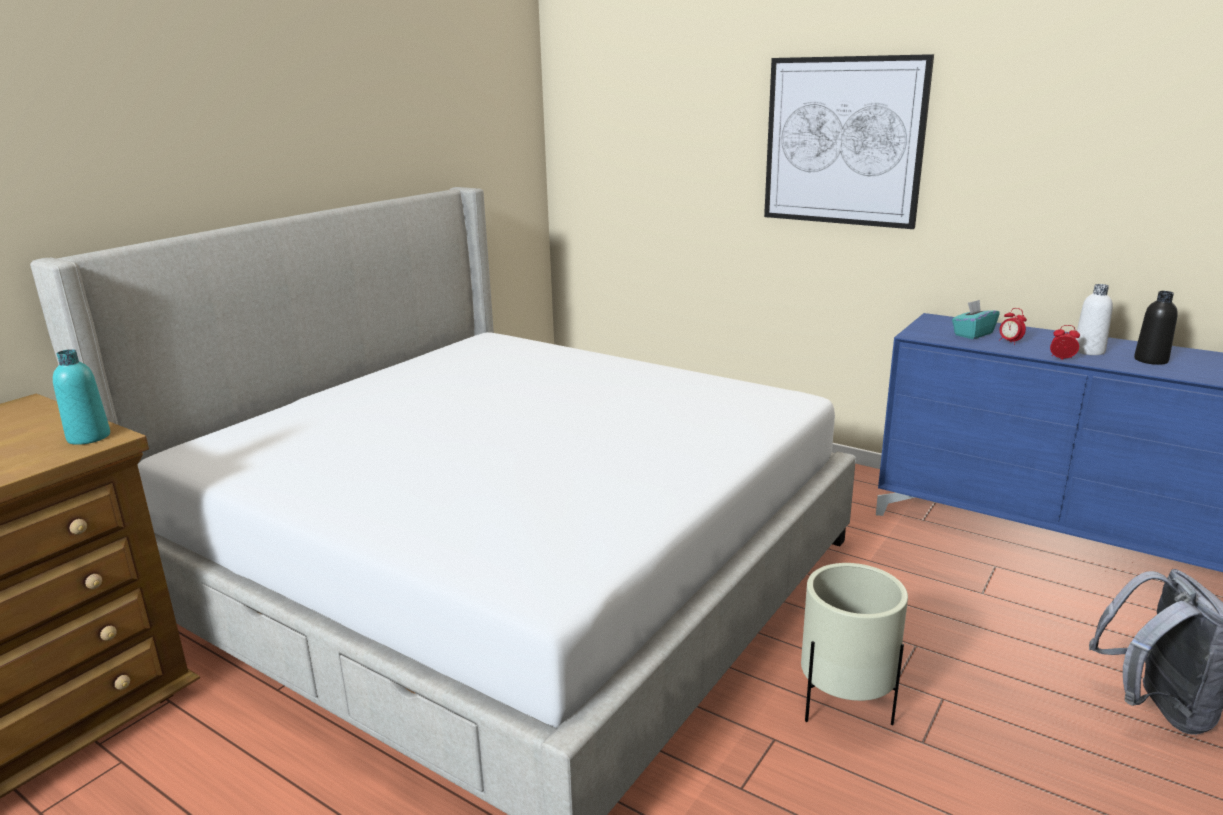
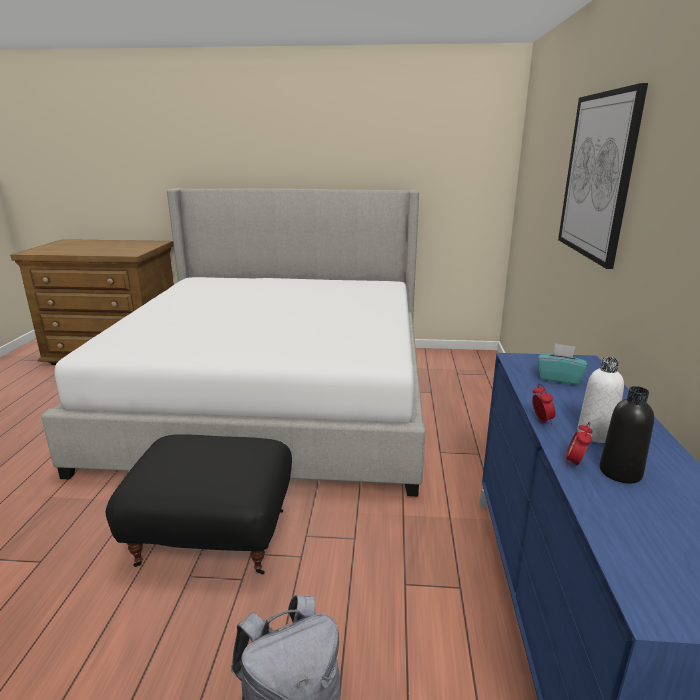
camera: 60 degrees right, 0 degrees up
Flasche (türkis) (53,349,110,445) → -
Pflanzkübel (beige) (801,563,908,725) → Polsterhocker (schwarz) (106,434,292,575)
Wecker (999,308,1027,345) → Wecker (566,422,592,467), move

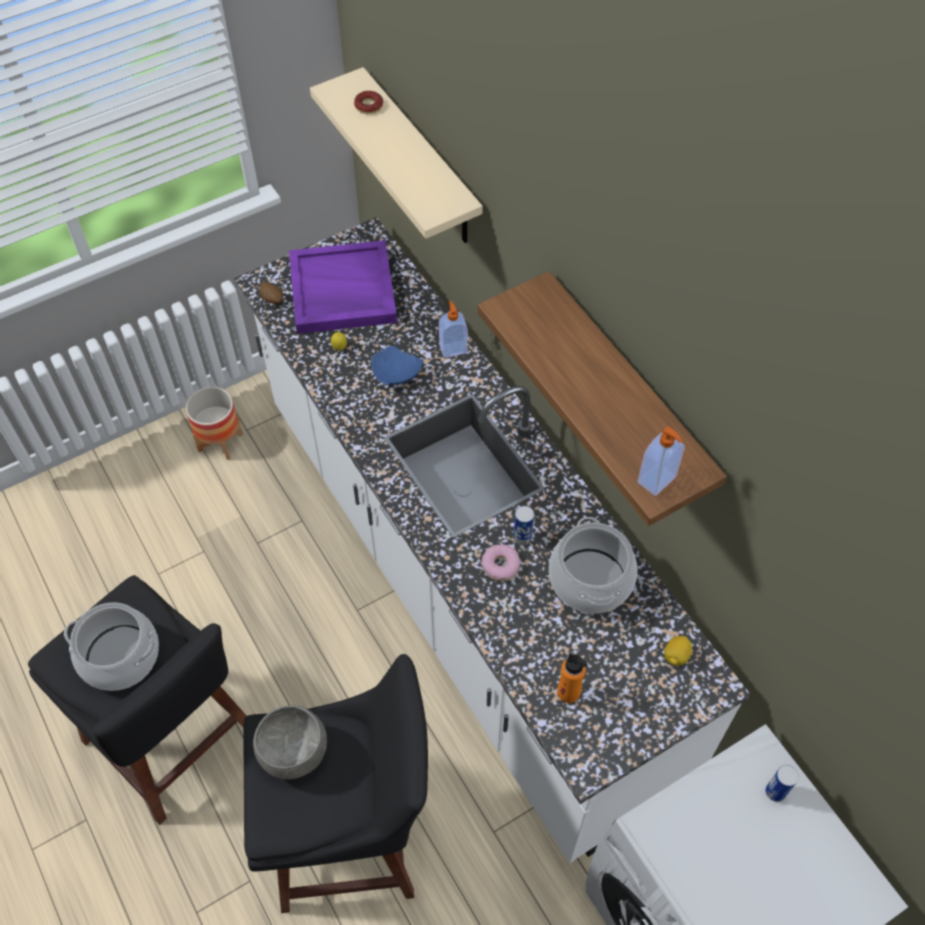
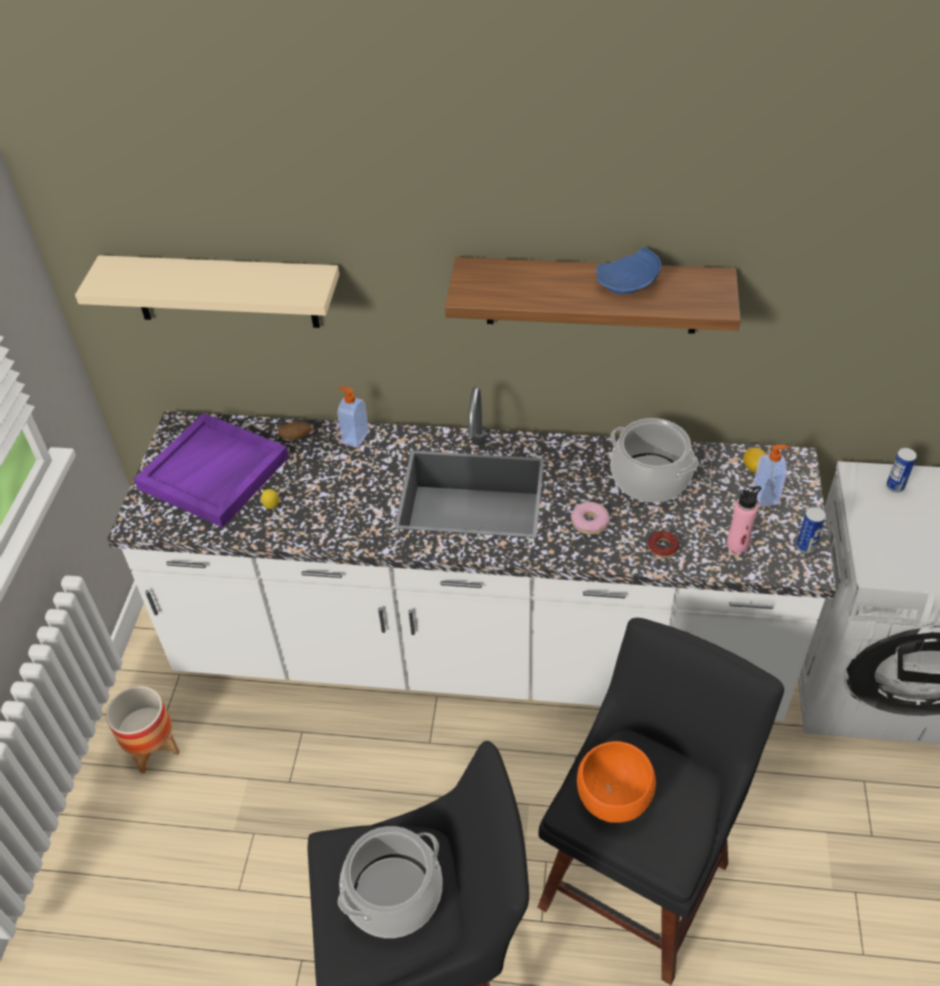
camera: 50 degrees left, 10 degrees down
Schüssel (grau) (253,705,327,779) → Schüssel (orange) (577,741,656,823)
Kartoffel (259,282,283,304) → Kartoffel (278,421,312,440), move
Donut (354,91,383,114) → Donut (648,531,679,557), move
Teller (blau) (371,346,423,385) → Teller (blau) (596,247,661,294), move
Dose (513,506,534,545) → Dose (796,507,826,554), move
Flasche (orange) (557,653,587,703) → Flasche (rosa) (726,486,762,553)
Seifenspender (637,426,685,496) → Seifenspender (753,445,789,507), move

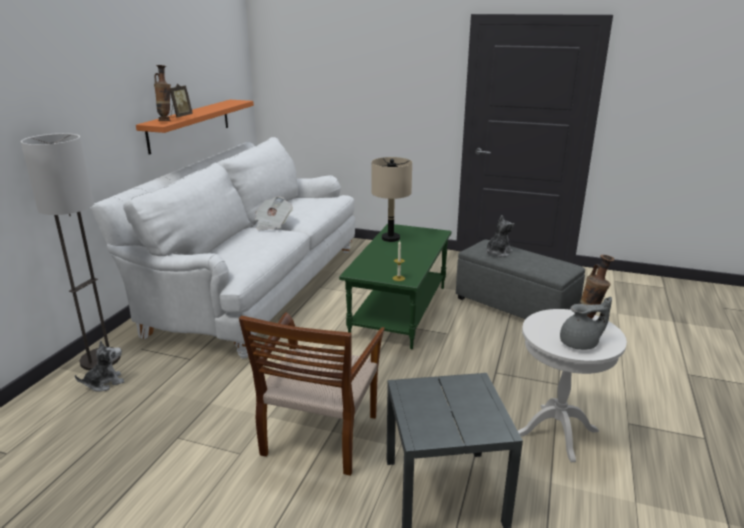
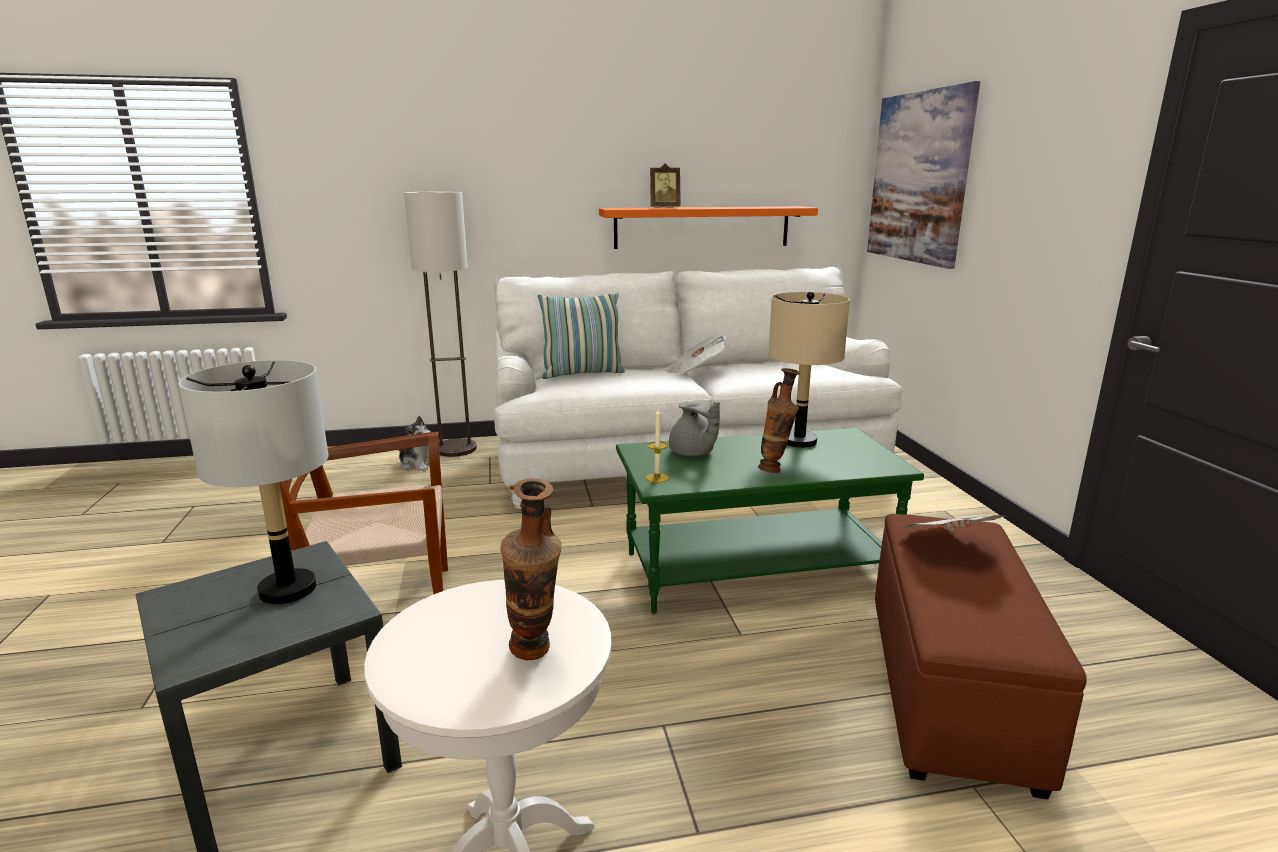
camera: 60 degrees right, 5 degrees down
Vase (154,65,171,121) → Vase (758,368,800,473), move
Polsterhocker (grau) (456,240,585,319) → Polsterhocker (braun) (875,514,1087,799)
Plüschtier (486,215,514,257) → Zeitung (901,515,1004,532)
Teekanne (grau) (560,297,612,350) → Teekanne (grau) (669,402,720,456), move
- → Tischlampe (grau) (178,360,328,604)
- → Kissen (538,293,625,379)
- → Bild (867,81,980,269)

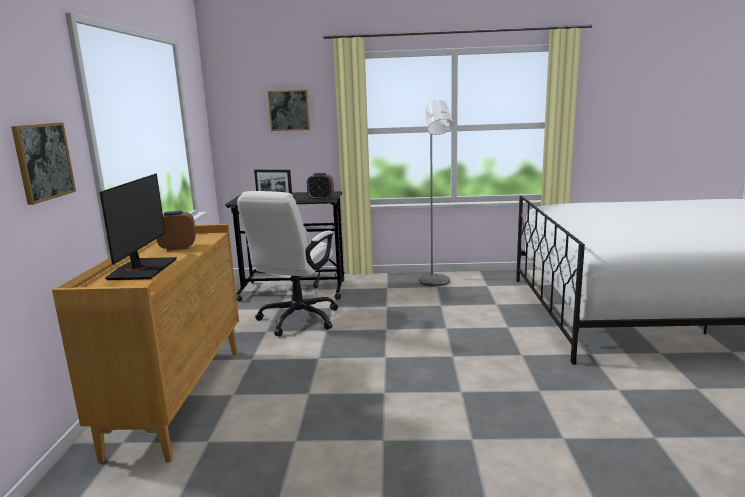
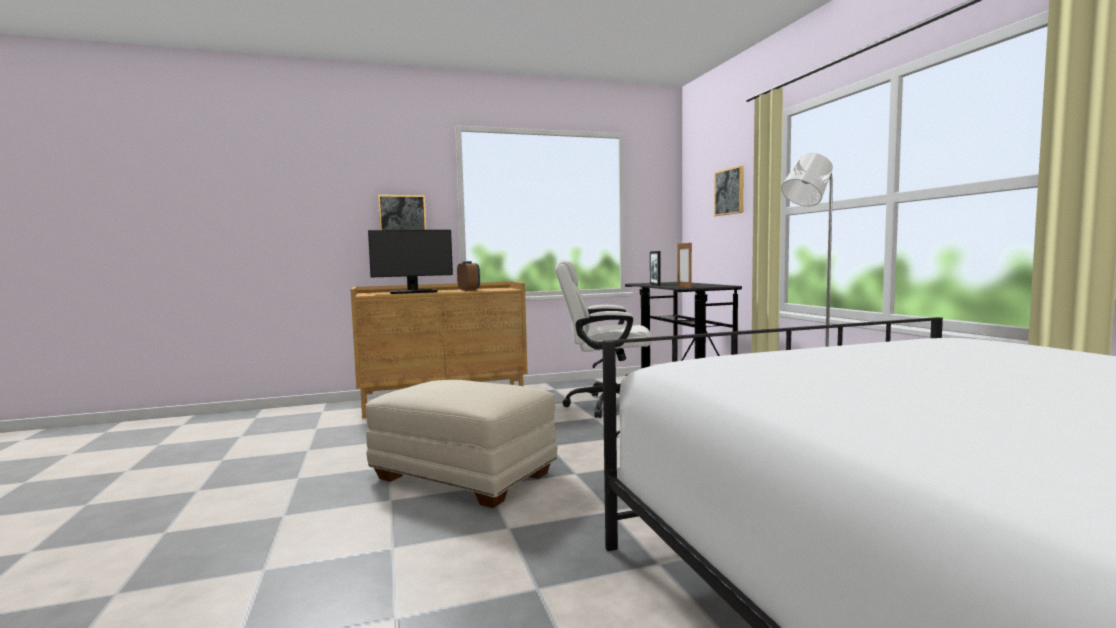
camera: 70 degrees right, 10 degrees down
Wecker (307,173,334,200) → Bilderrahmen (677,241,692,288)
- → Polsterhocker (beige) (366,380,558,508)

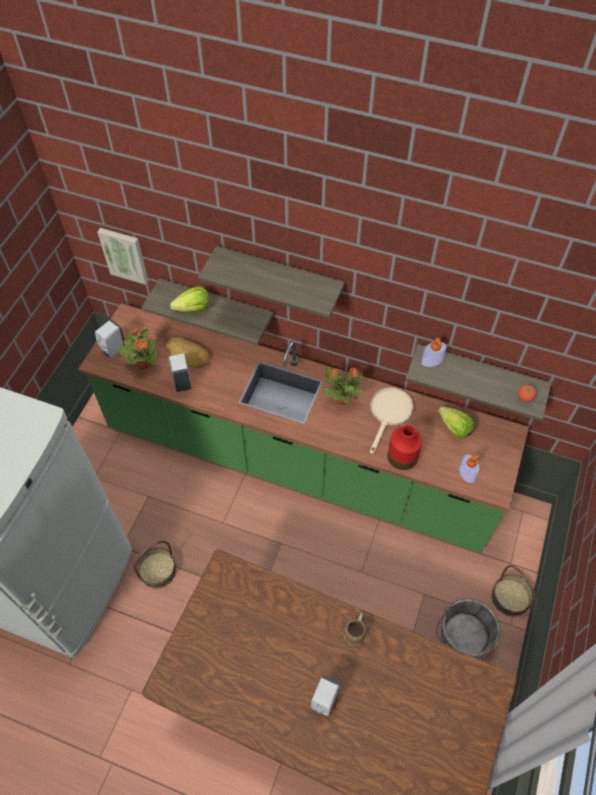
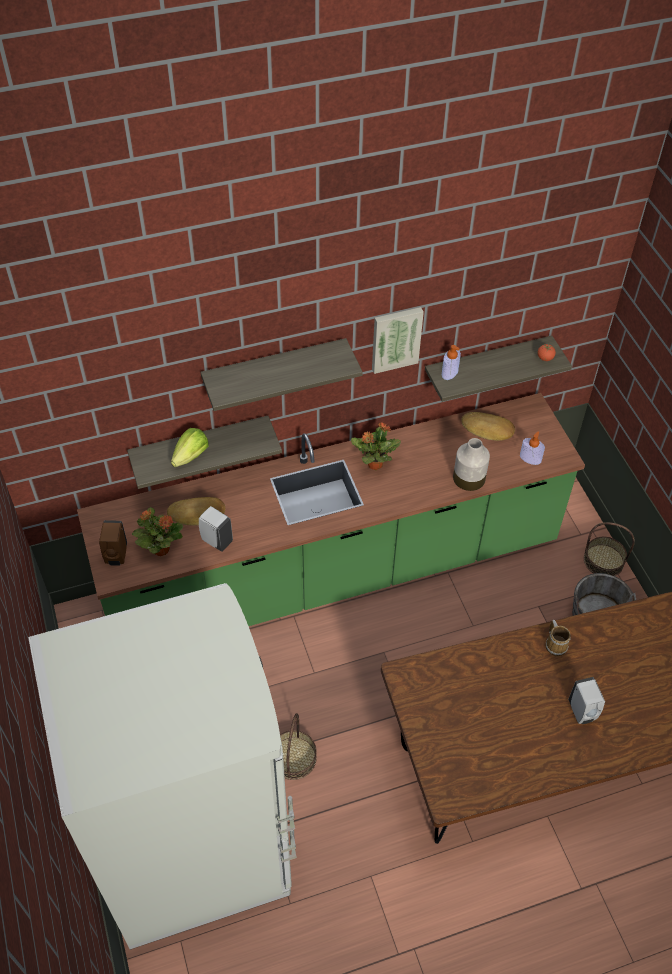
camera: 40 degrees left, 5 degrees down
Seifenspender (weiß) (95,319,125,358) → Seifenspender (braun) (99,520,127,566)
Bild (97,228,148,285) → Bild (372,307,424,374), move
Pfanne (beige) (370,387,414,454) → -
Vase (rot) (387,425,423,470) → Vase (beige) (453,438,490,491)
Salatkopf (438,406,475,438) → Brot (461,412,515,441)

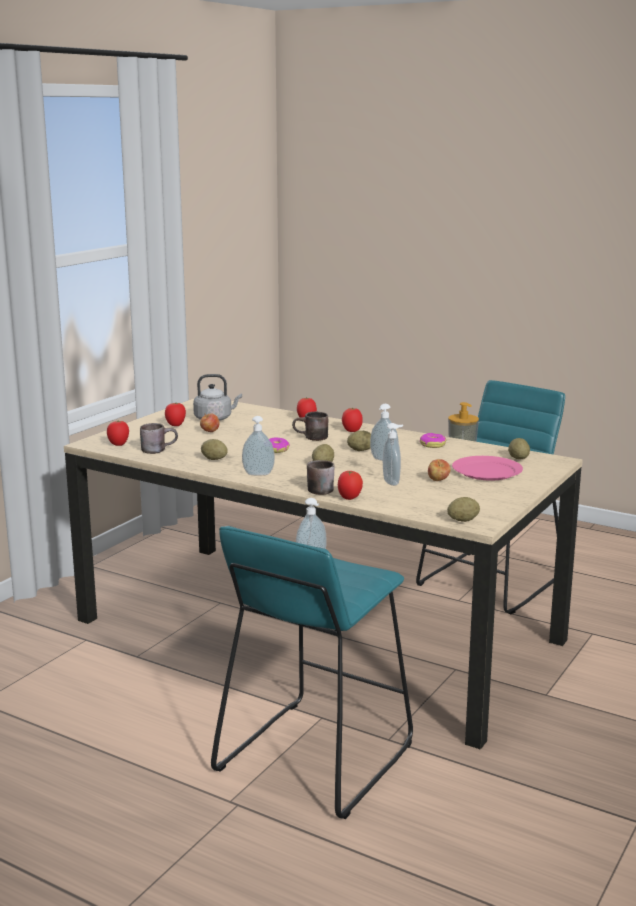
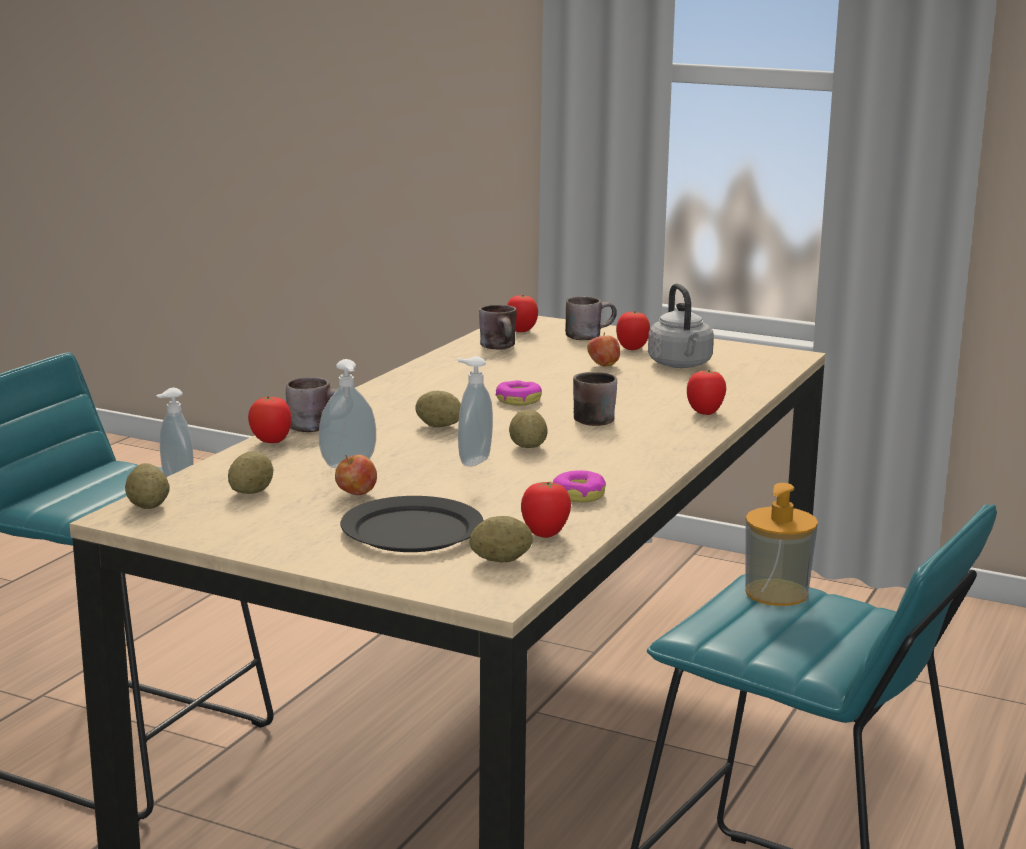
camera: 85 degrees right, 0 degrees up
Kartoffel (201,439,228,460) → Kartoffel (228,452,273,494), move
Seifenspender (242,416,275,475) → -
Tomate (342,408,363,432) → Tomate (521,481,571,538), move
Teller (rosa) (452,456,523,481) → Teller (schwarz) (340,496,484,552)
- → Henkelbecher (braun) (565,296,617,340)

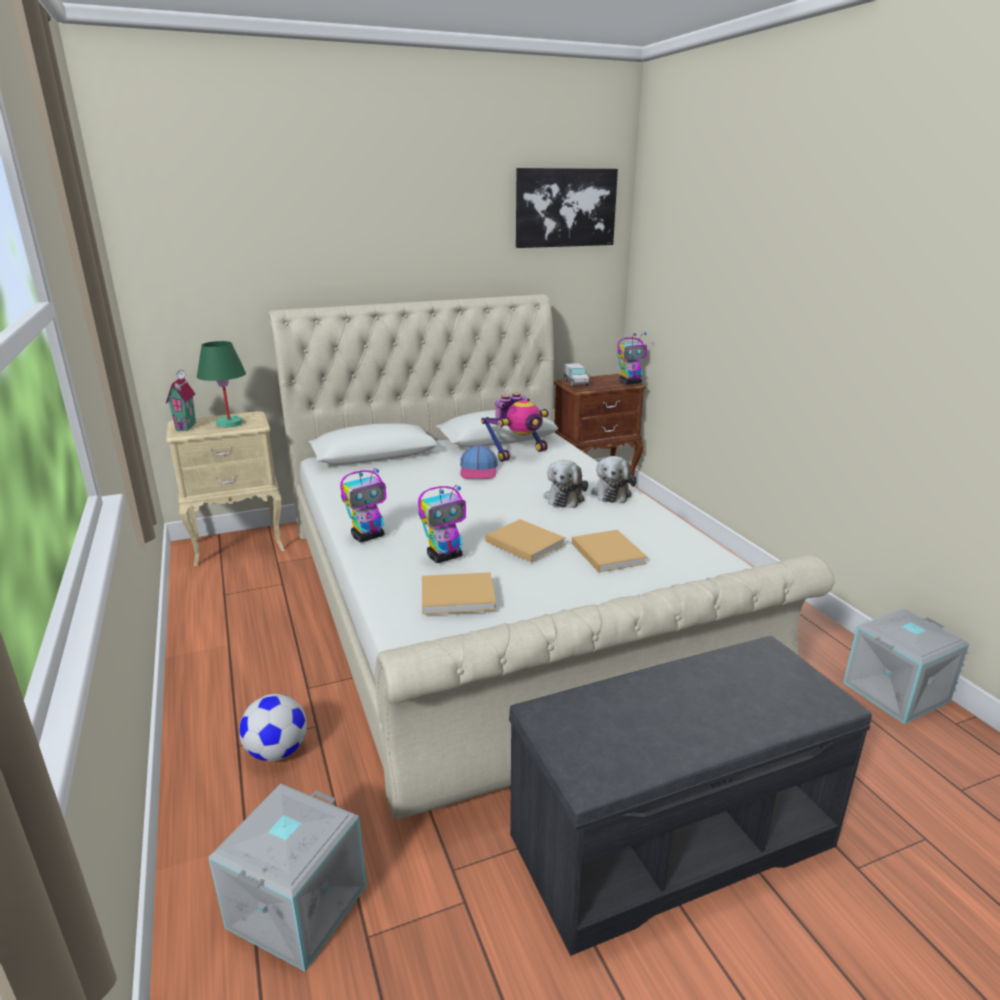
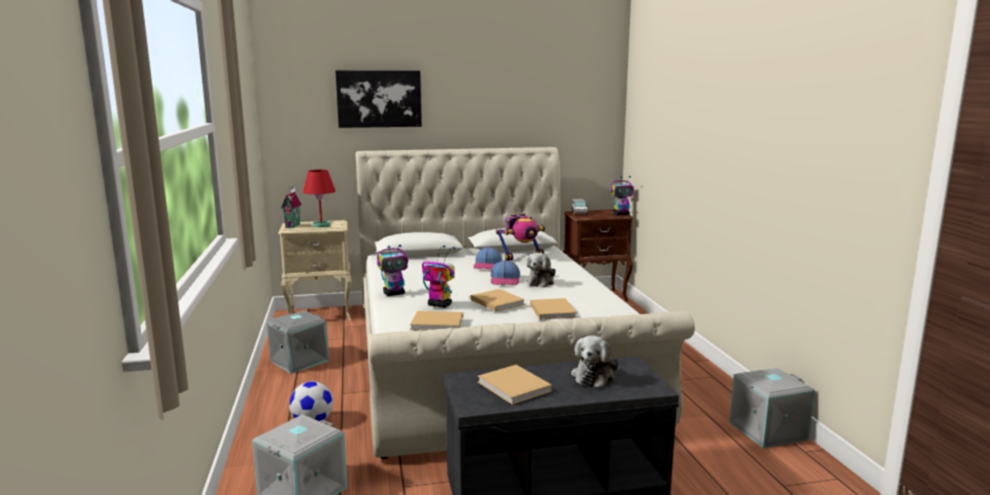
camera: 10 degrees right, 10 degrees down
Tischlampe (grün) (197,341,246,428) → Tischlampe (rot) (303,170,335,228)
Spielzeugroboter (418,485,466,563) → Spielzeugroboter (422,245,455,308), 135 degrees counterclockwise
Bild (516,168,618,248) → Bild (336,70,422,128), move
Plüschtier (591,456,636,503) → Plüschtier (571,335,618,388), move
- → Aufbewahrungsbox (grau) (267,311,329,374)
- → Buch (beige) (478,365,552,405)
- → Kappe (491,260,520,285)

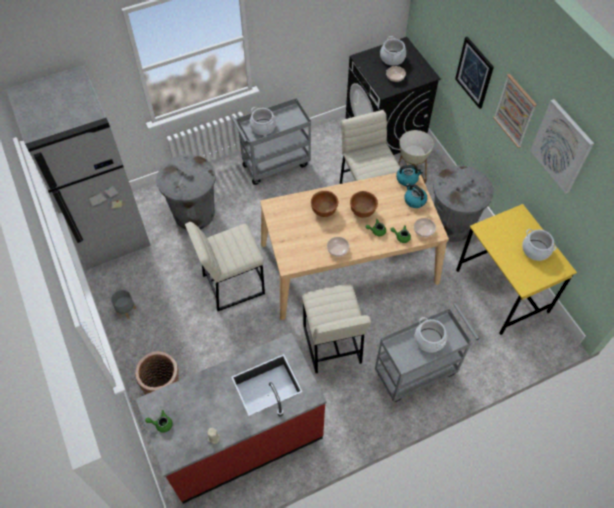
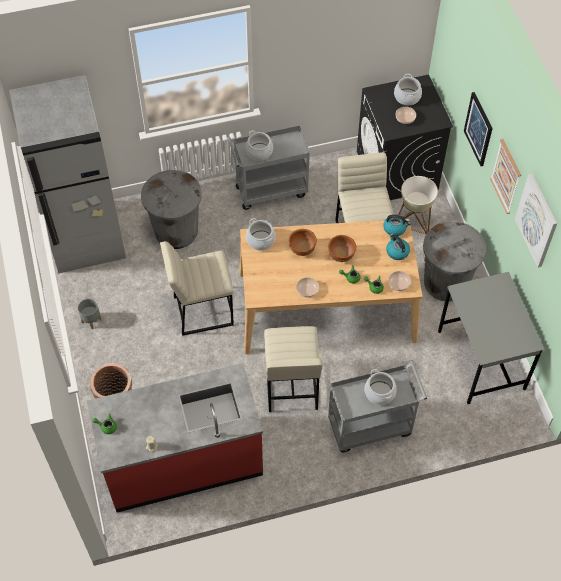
camera: 10 degrees right, 0 degrees up
Schreibtisch (gelb) (456,204,577,335) → Schreibtisch (grau) (438,272,545,404)
Kochtopf (522,229,557,261) → Kochtopf (246,218,276,251), move

